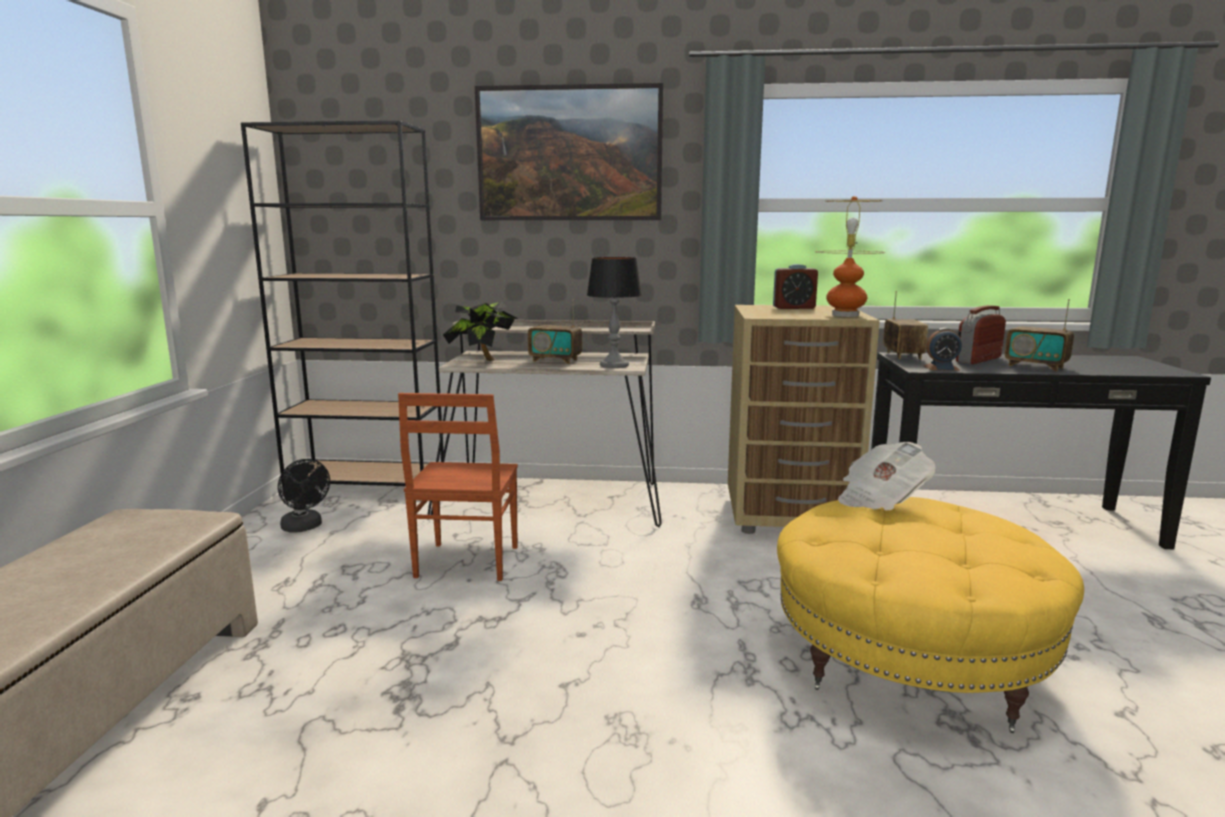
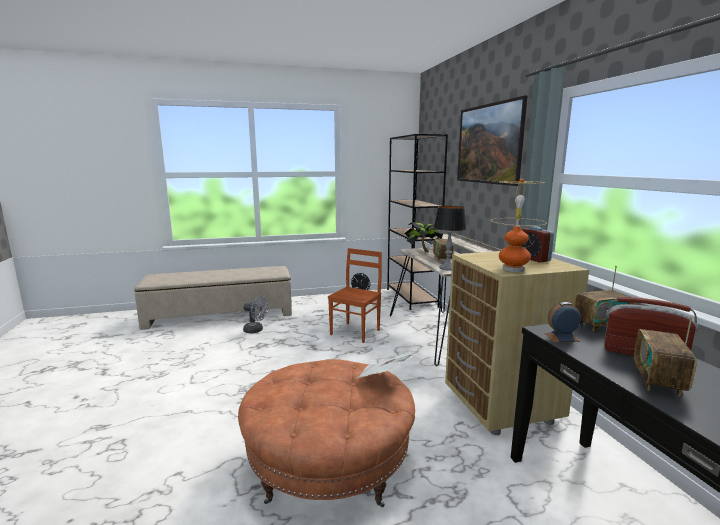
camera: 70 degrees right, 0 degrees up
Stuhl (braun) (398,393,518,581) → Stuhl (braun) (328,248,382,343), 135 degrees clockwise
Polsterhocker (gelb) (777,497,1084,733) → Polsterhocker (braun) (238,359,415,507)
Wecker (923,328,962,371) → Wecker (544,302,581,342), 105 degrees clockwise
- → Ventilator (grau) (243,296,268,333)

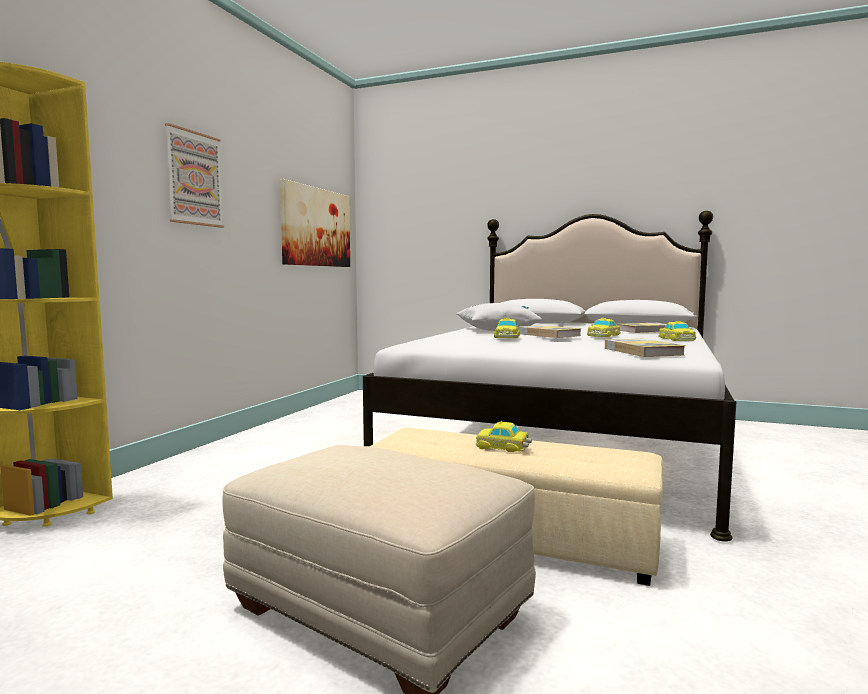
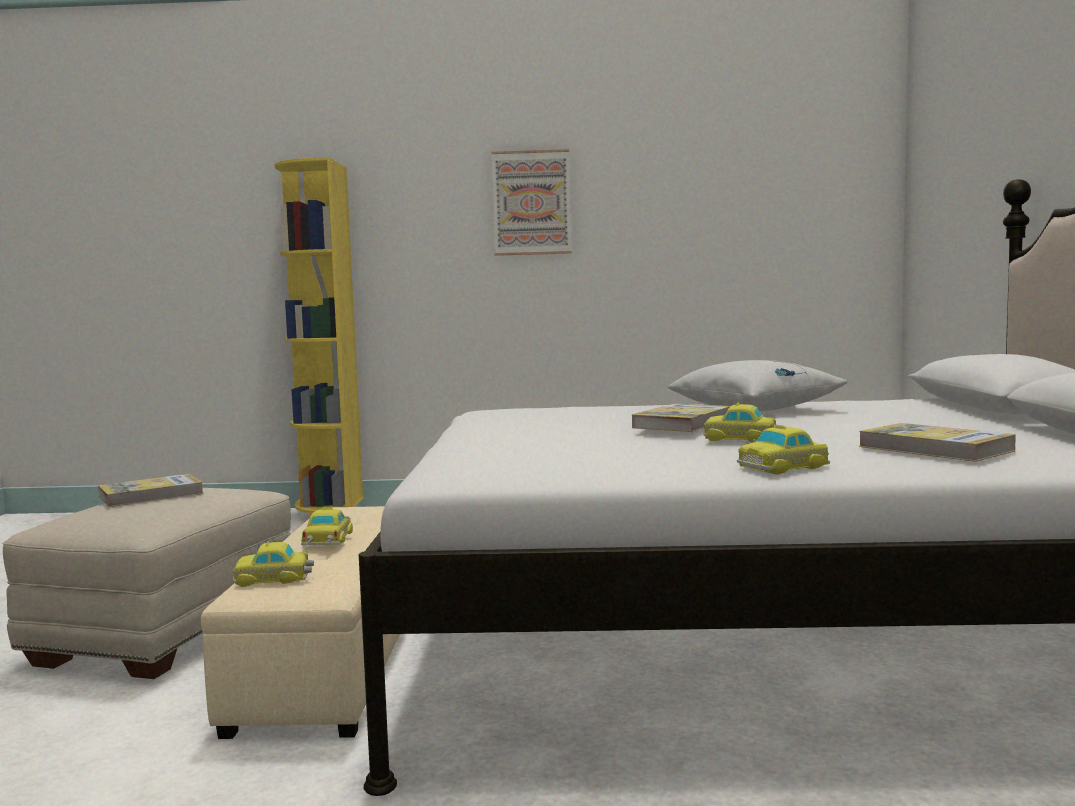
camera: 70 degrees right, 0 degrees up
Bild (280,179,350,267) → -
Spielzeugauto (494,318,520,338) → Spielzeugauto (233,541,314,587), move
Buch (605,339,685,357) → Buch (98,474,204,507), move

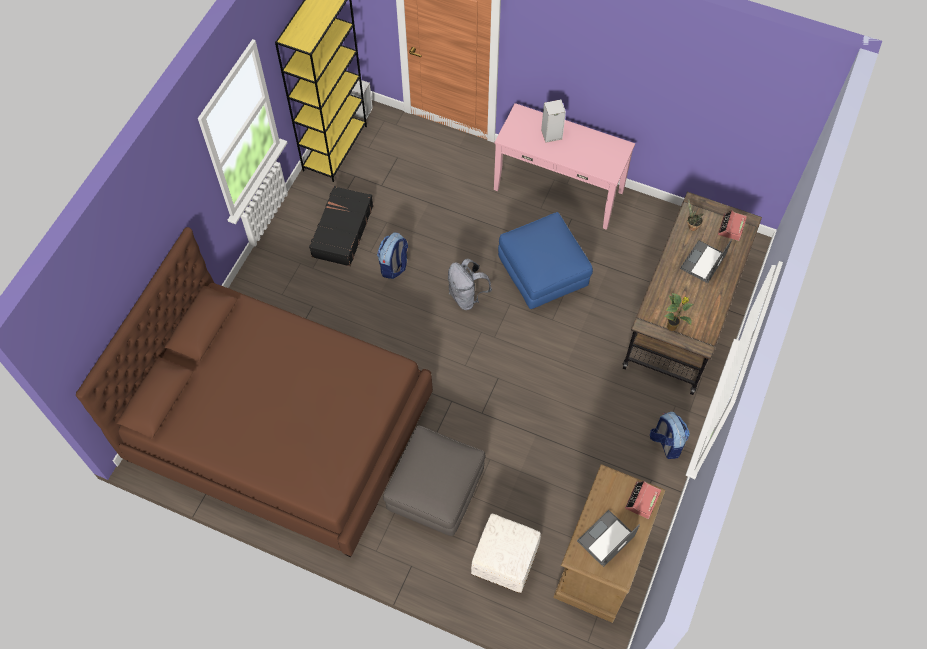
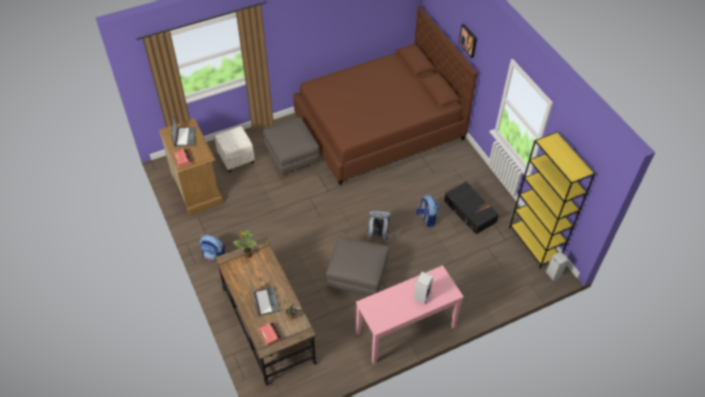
camera: 130 degrees right, 10 degrees down
Polsterhocker (blau) (498,212,593,309) → Polsterhocker (grau) (326,236,389,296)
- → Bild (459,24,477,58)

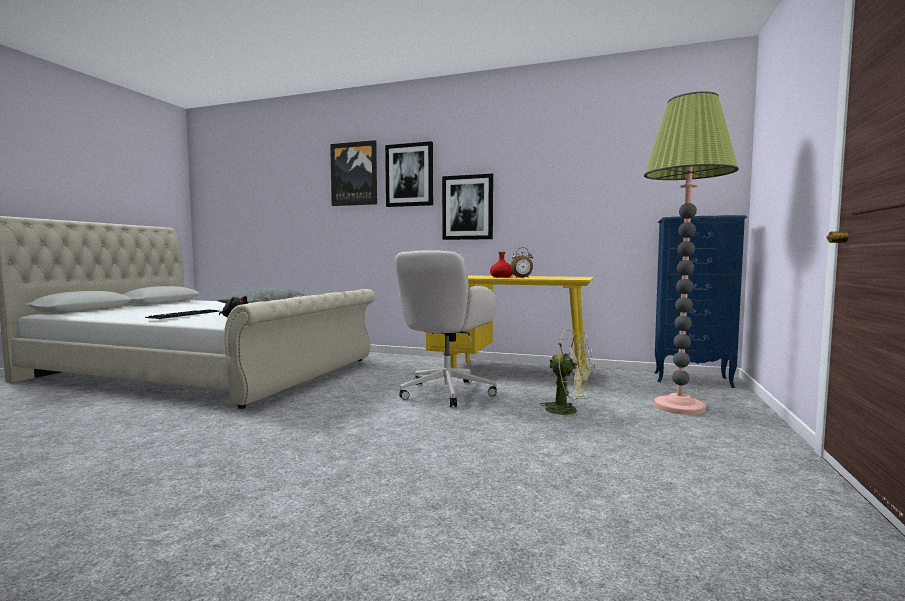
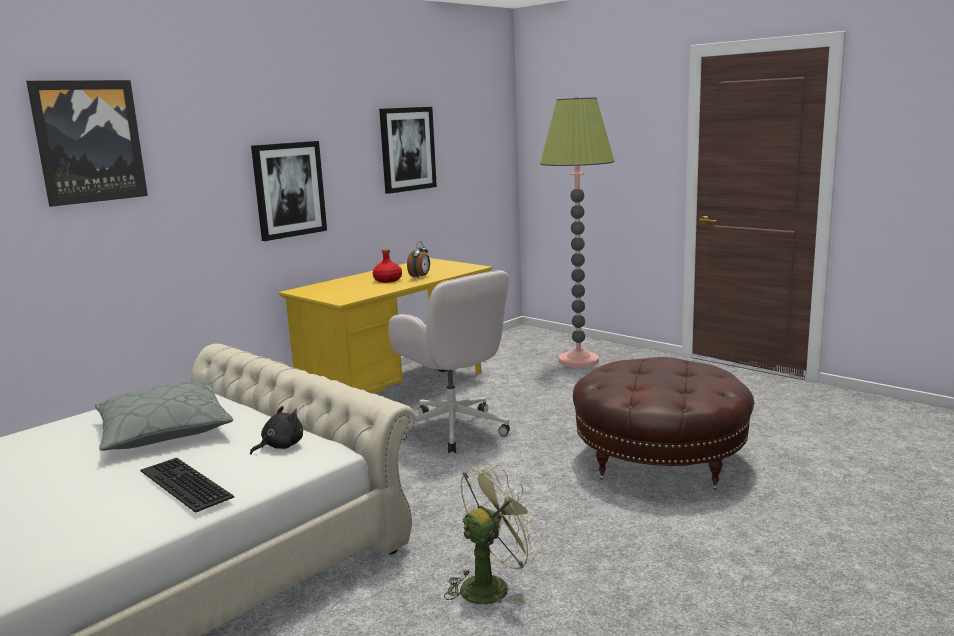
camera: 65 degrees left, 10 degrees up
Bild (385,141,433,207) → Bild (379,107,437,194), move
Ventilator (grün) (540,329,595,420) → Ventilator (grün) (444,463,543,604), move
Kommode (blau) (654,215,747,388) → -
- → Polsterhocker (braun) (573,357,754,490)

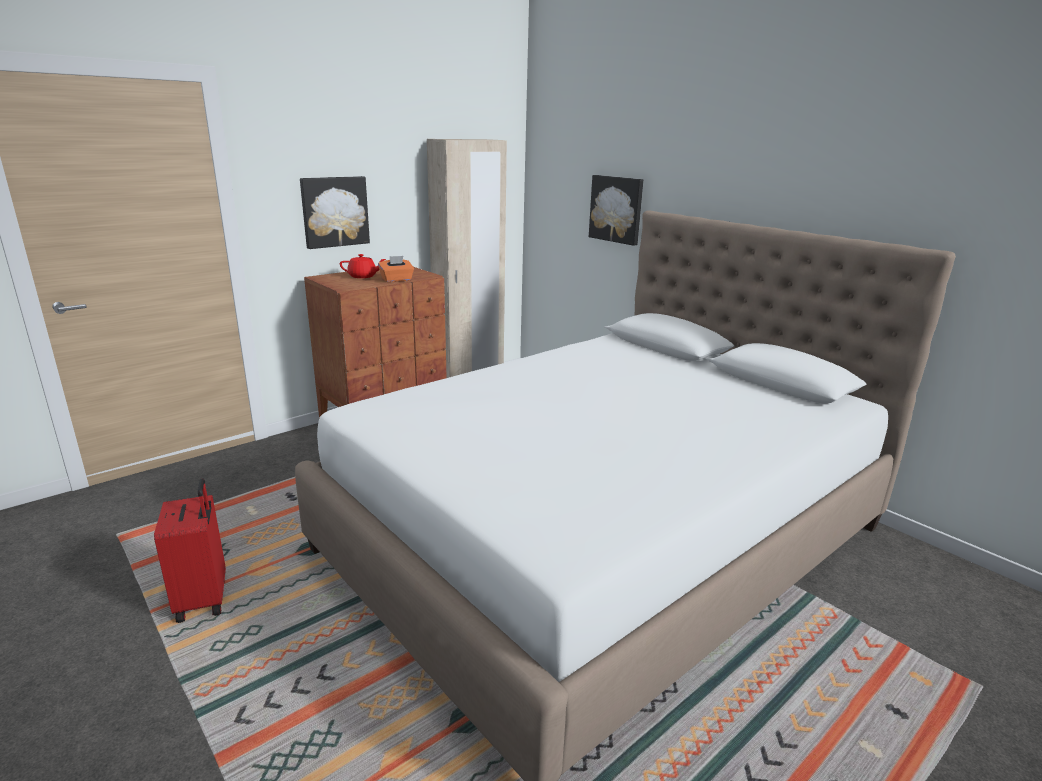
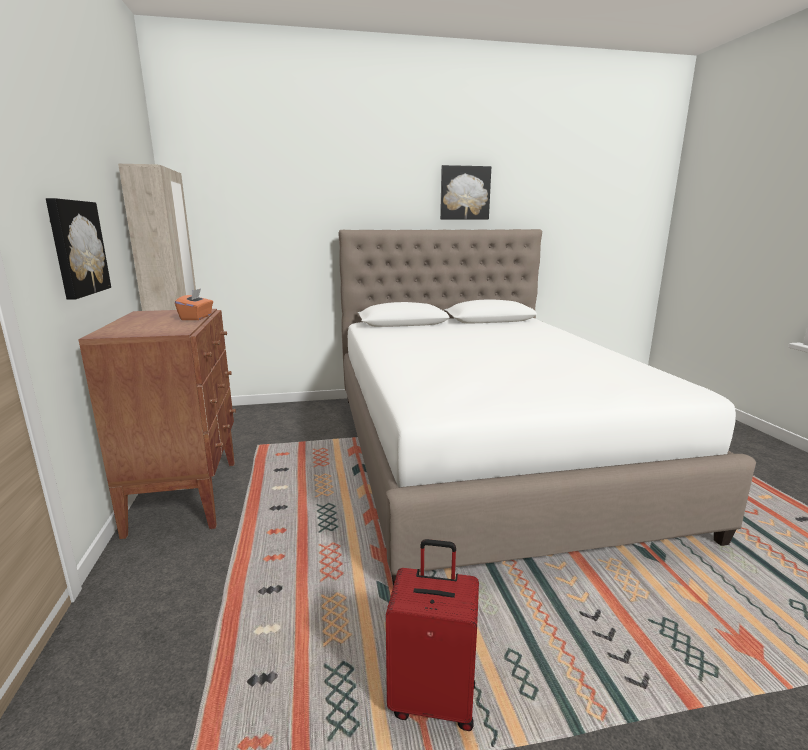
camera: 60 degrees left, 5 degrees down
Teekanne (rot) (340,254,386,278) → -
Bild (589,175,643,246) → Bild (440,165,491,220), move

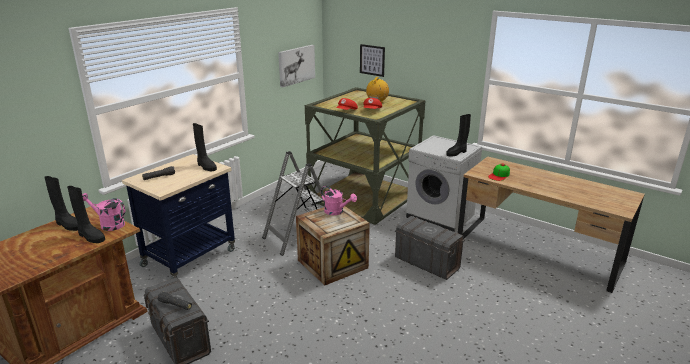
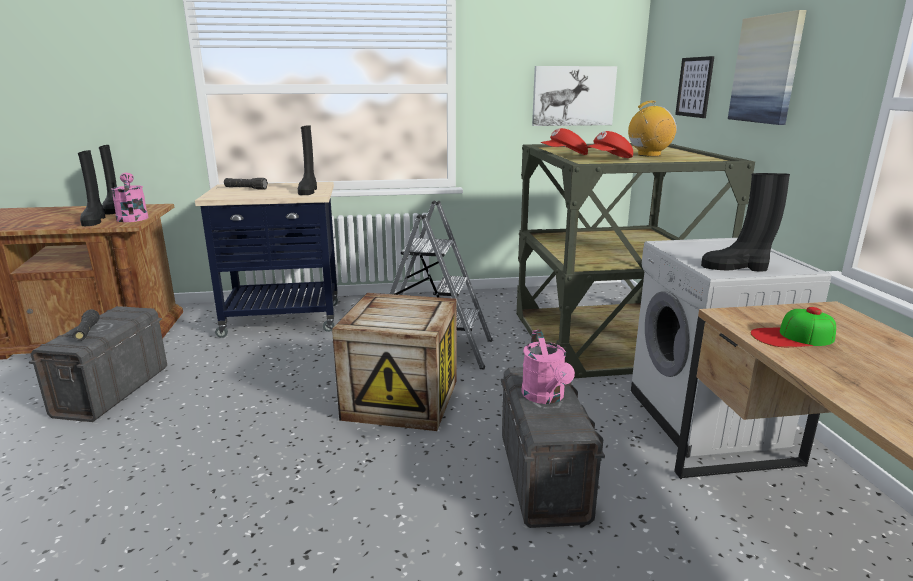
camera: 45 degrees right, 5 degrees down
Gießkanne (rosa) (321,186,357,215) → Gießkanne (rosa) (521,330,575,404), move
- → Bild (728,10,807,125)

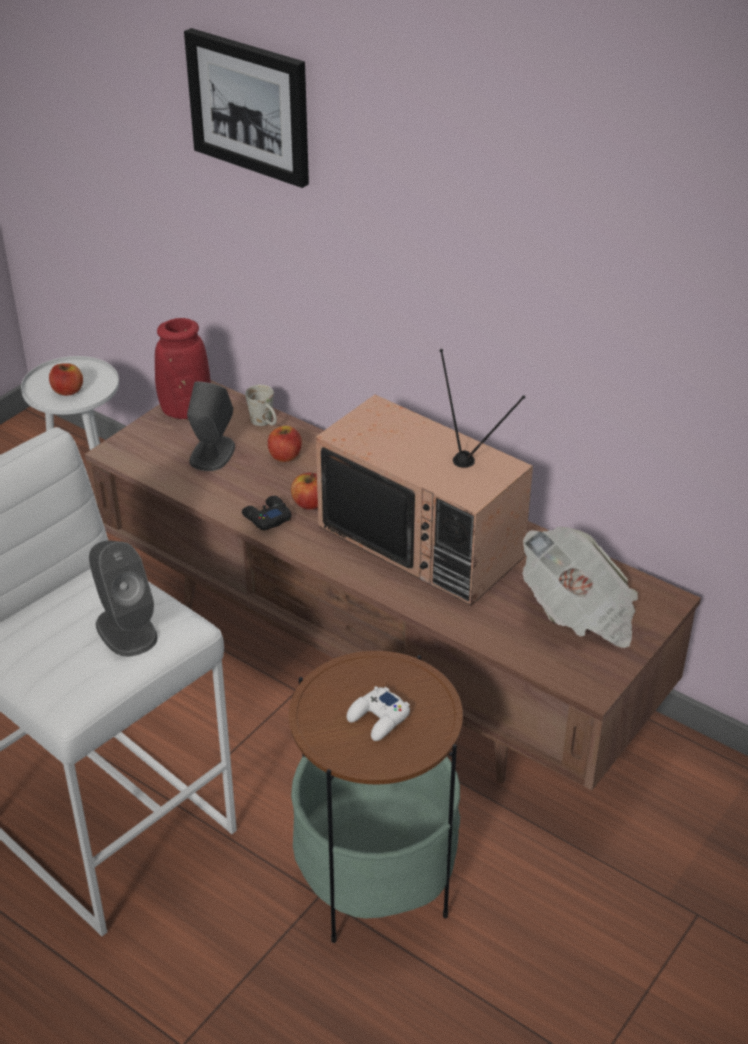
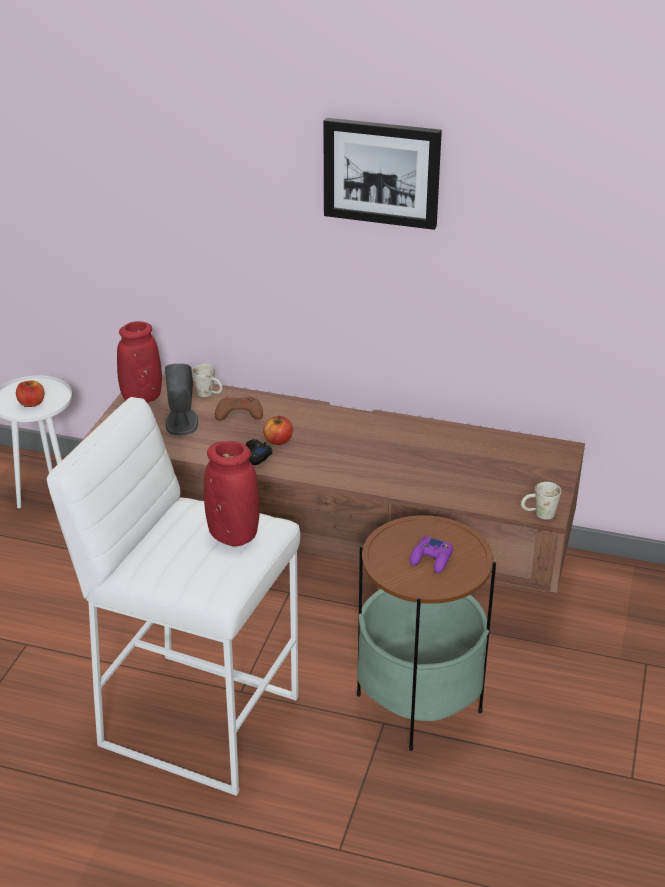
camera: 20 degrees left, 5 degrees down
Lautsprecher (grau) (89,541,158,657) → Vase (rot) (204,441,260,546)
Bild (184,28,309,188) → Bild (323,118,442,230), move
Apfel (268,426,302,462) → Gamepad (braun) (215,397,263,421)
Fernseher (316,349,533,606) → -
Gamepad (weiß) (347,686,410,741) → Gamepad (lila) (410,536,453,573)
Zeitung (522,527,638,648) → -
- → Henkelbecher (weiß) (521,482,561,520)

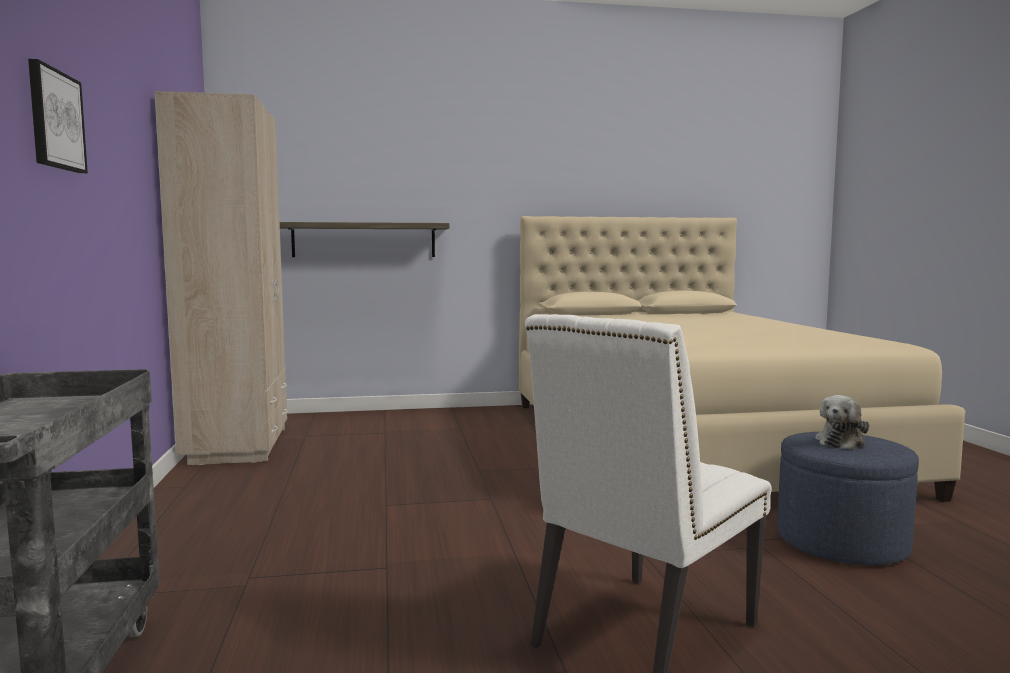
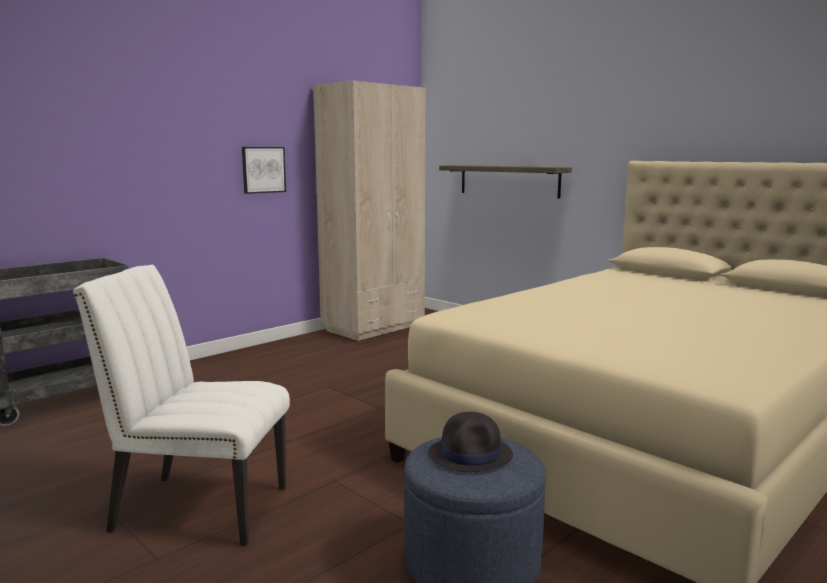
camera: 55 degrees right, 5 degrees up
Bild (28,59,88,173) → Bild (242,147,286,194), move
Plüschtier (815,395,869,450) → Hut (schwarz) (429,412,513,472)

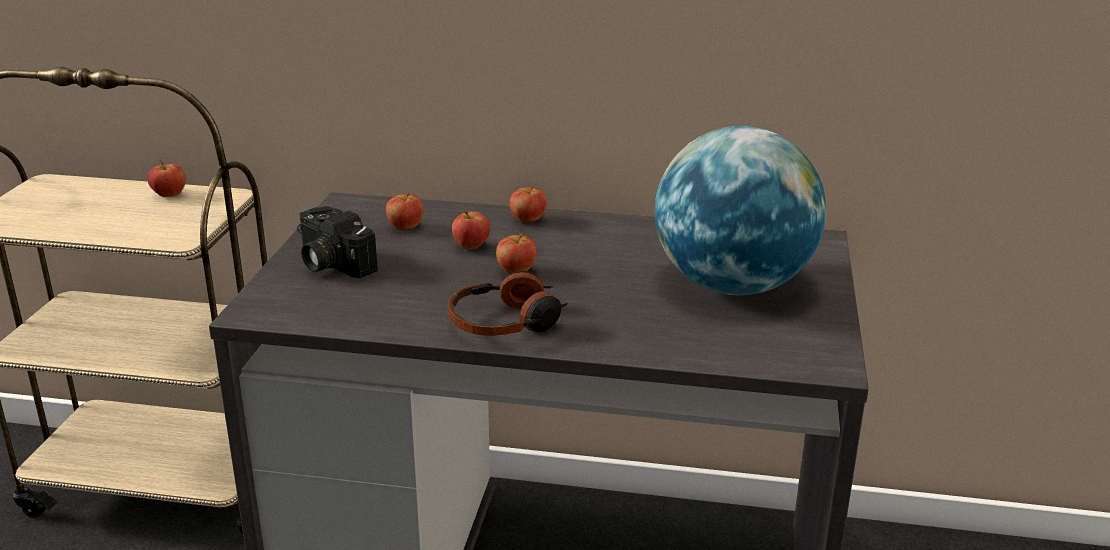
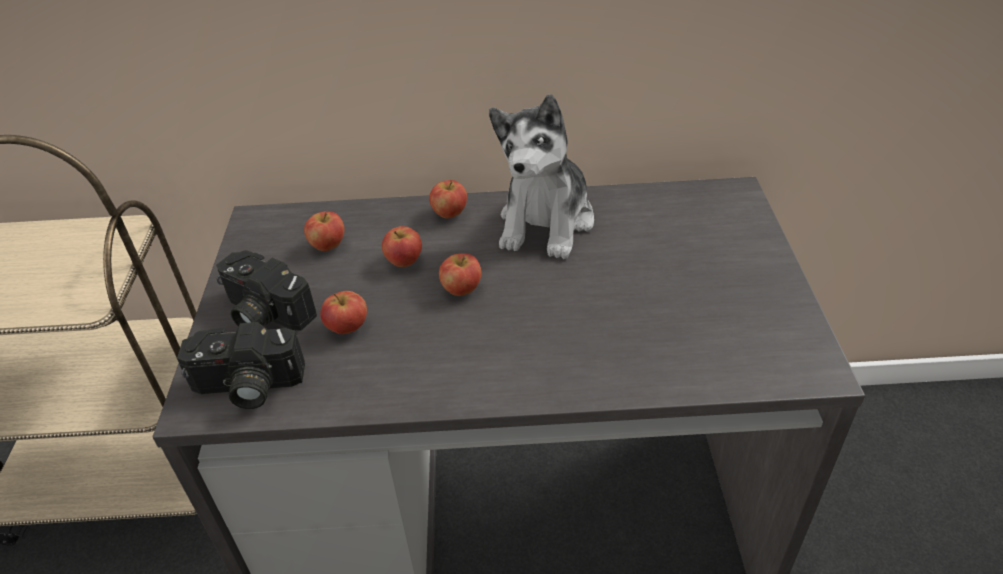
camera: 10 degrees left, 15 degrees up
Apfel (147,160,186,197) → Apfel (320,291,367,334), move
Kopfhörer (448,271,568,336) → -
Globus (655,126,826,296) → -
- → Kamera (177,322,305,409)
- → Plüschtier (489,94,594,259)

